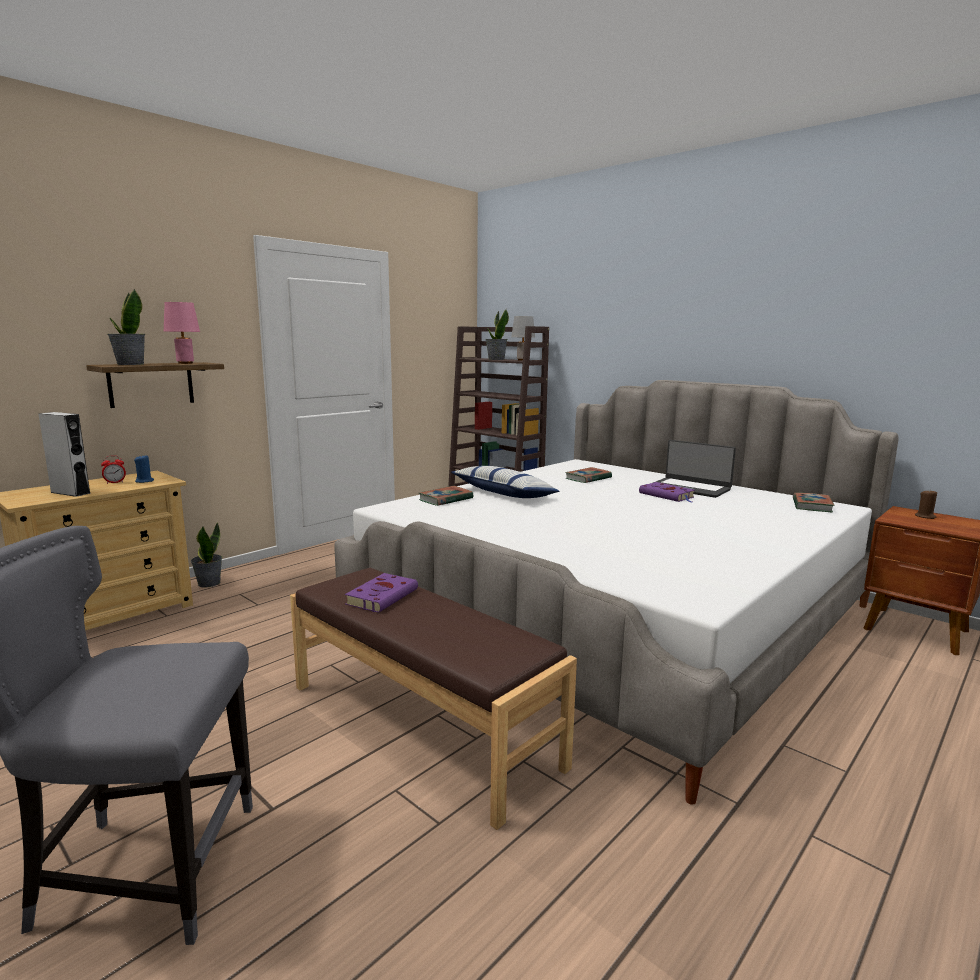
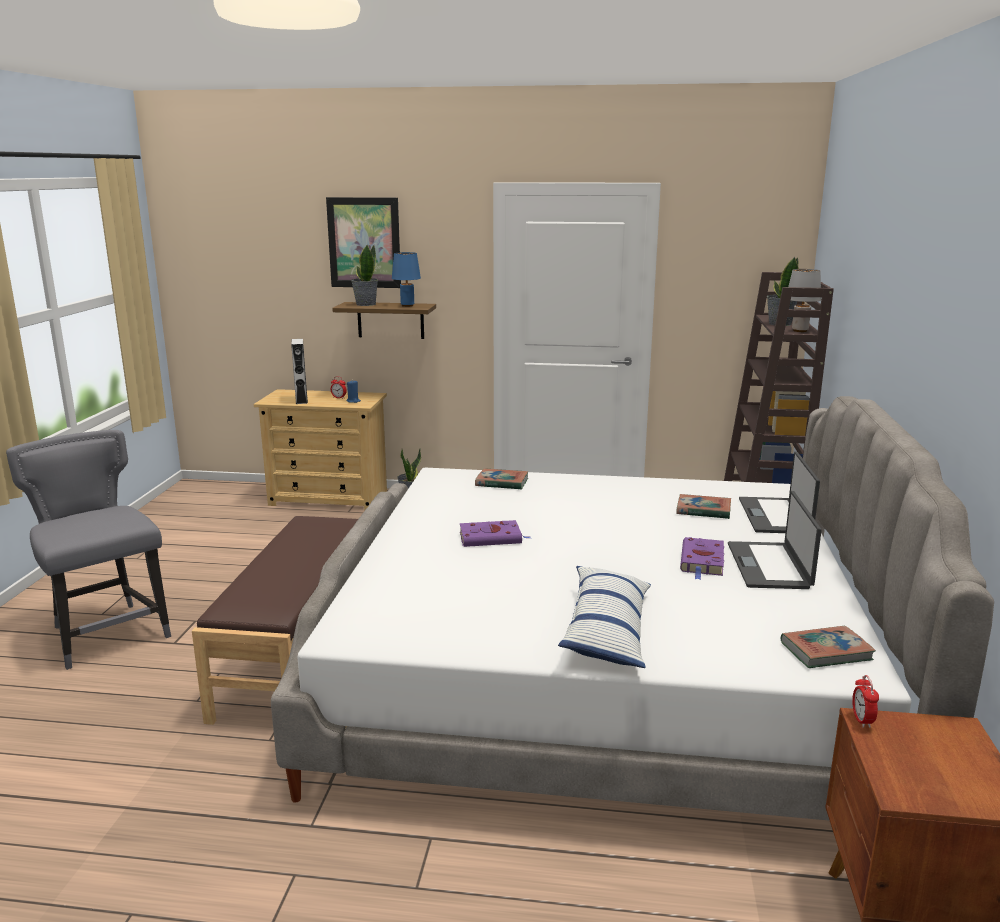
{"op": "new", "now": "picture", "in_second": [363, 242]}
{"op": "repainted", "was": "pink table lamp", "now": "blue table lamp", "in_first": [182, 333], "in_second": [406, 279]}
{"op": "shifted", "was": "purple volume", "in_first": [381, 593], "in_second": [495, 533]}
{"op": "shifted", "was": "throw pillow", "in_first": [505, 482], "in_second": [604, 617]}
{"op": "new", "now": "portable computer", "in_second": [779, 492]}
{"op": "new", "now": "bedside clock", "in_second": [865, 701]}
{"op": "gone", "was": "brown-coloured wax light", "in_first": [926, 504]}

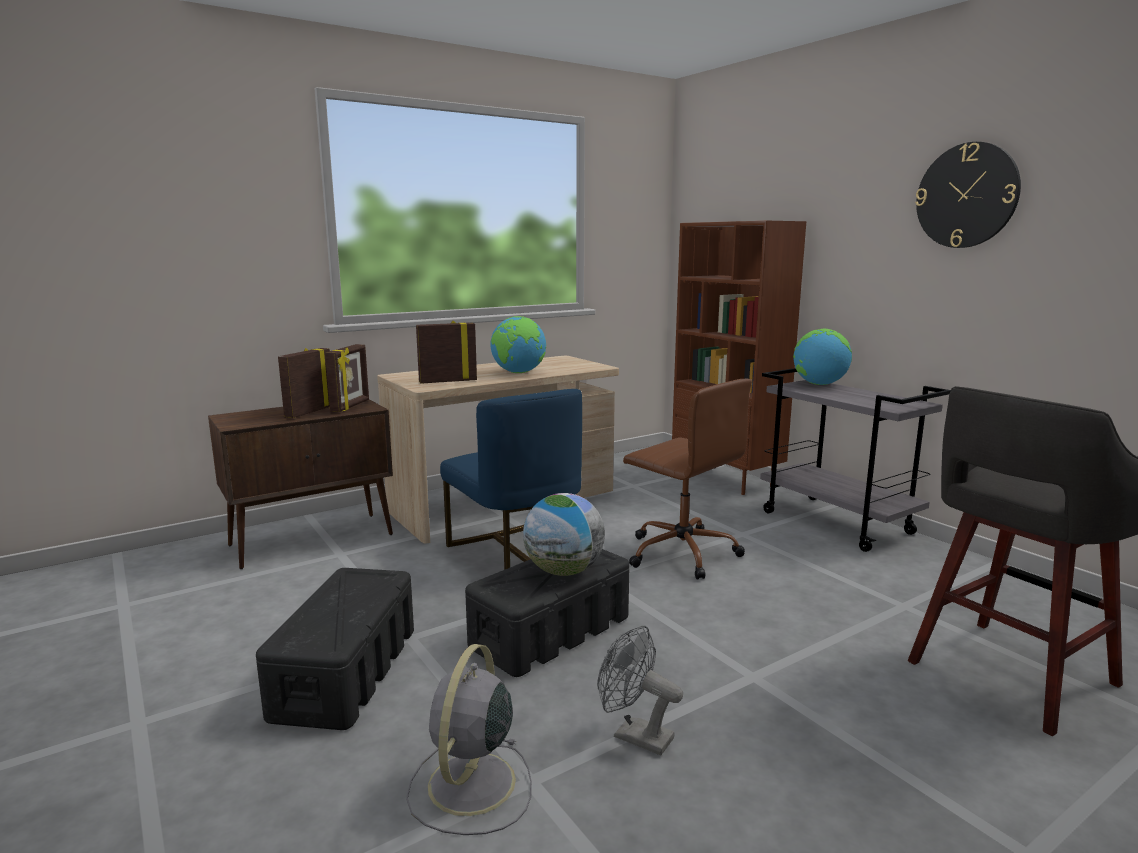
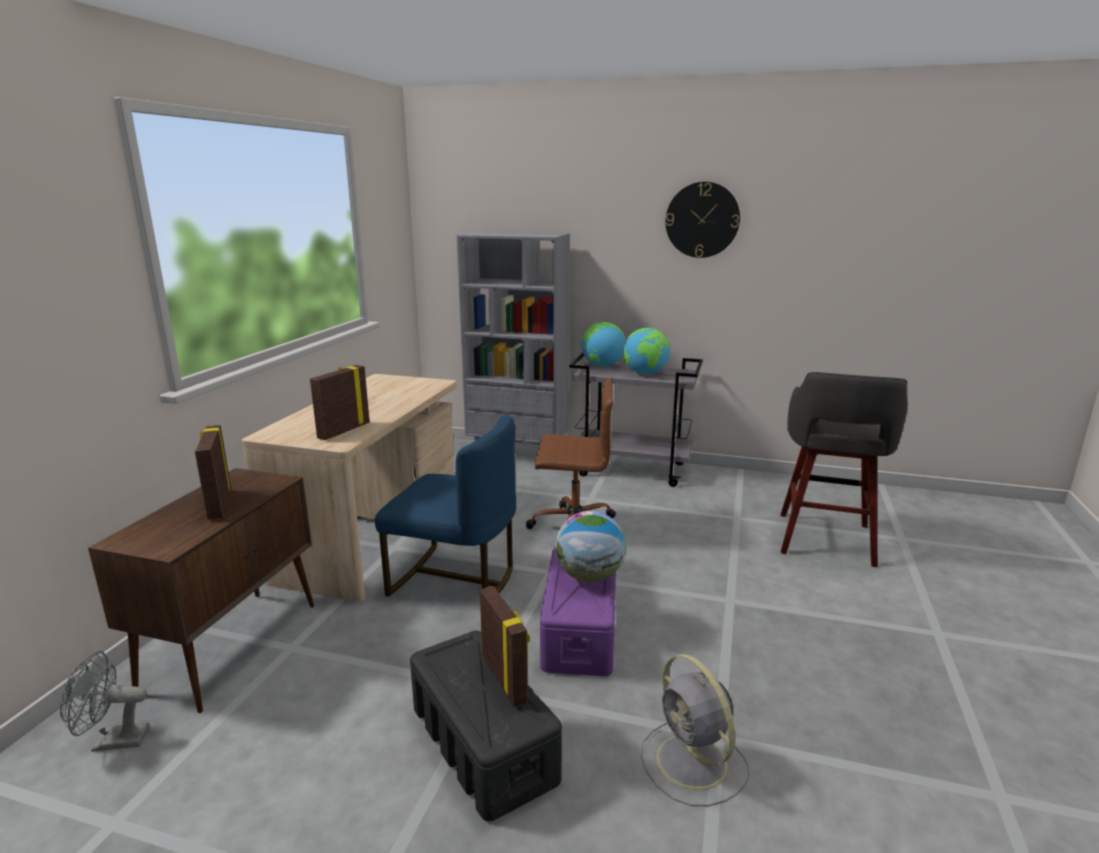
{"op": "shifted", "was": "gray cooling fan", "in_first": [640, 690], "in_second": [105, 701]}
{"op": "repainted", "was": "brown-coloured shelving unit", "now": "gray shelving unit", "in_first": [739, 358], "in_second": [513, 338]}
{"op": "shifted", "was": "photo frame", "in_first": [347, 378], "in_second": [505, 646]}
{"op": "repainted", "was": "black-coloured storage box", "now": "purple storage box", "in_first": [547, 613], "in_second": [578, 612]}
{"op": "shifted", "was": "globe", "in_first": [518, 344], "in_second": [646, 351]}

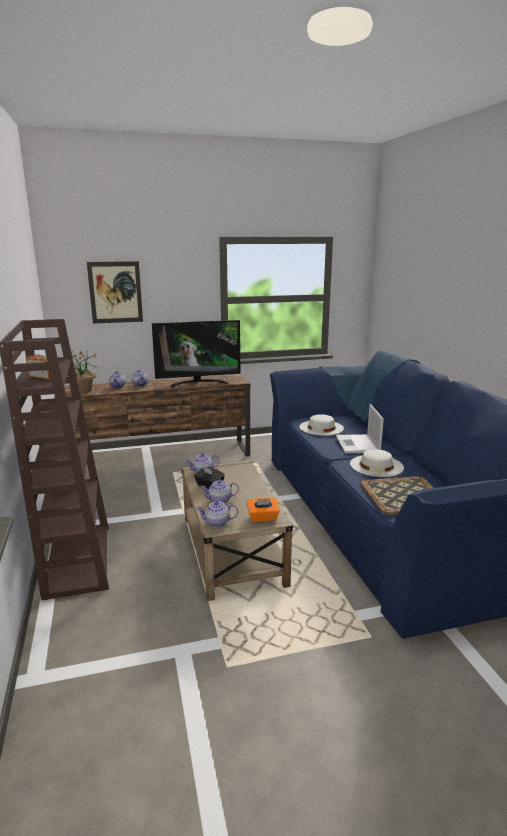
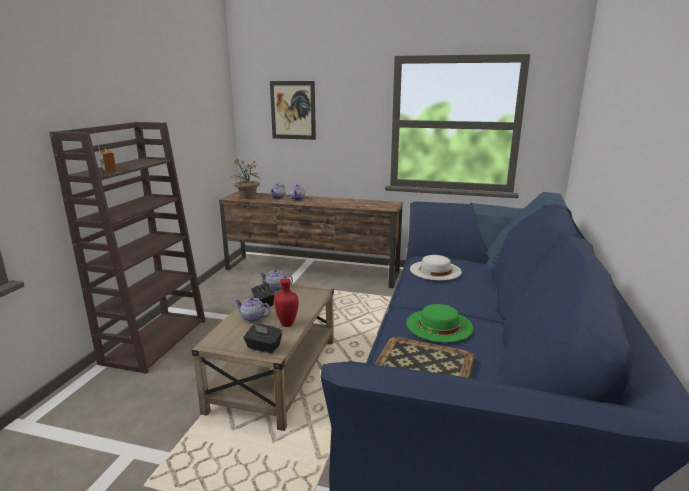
{"op": "repainted", "was": "orangey tissue holder", "now": "black-coloured tissue holder", "in_first": [263, 510], "in_second": [263, 338]}
{"op": "new", "now": "reddish decorative vase", "in_second": [286, 302]}
{"op": "repainted", "was": "white-coloured clothing hat", "now": "green-coloured clothing hat", "in_first": [377, 463], "in_second": [440, 323]}
{"op": "gone", "was": "TV set", "in_first": [196, 354]}
{"op": "gone", "was": "pot for tea", "in_first": [217, 513]}
{"op": "gone", "was": "portable computer", "in_first": [360, 428]}

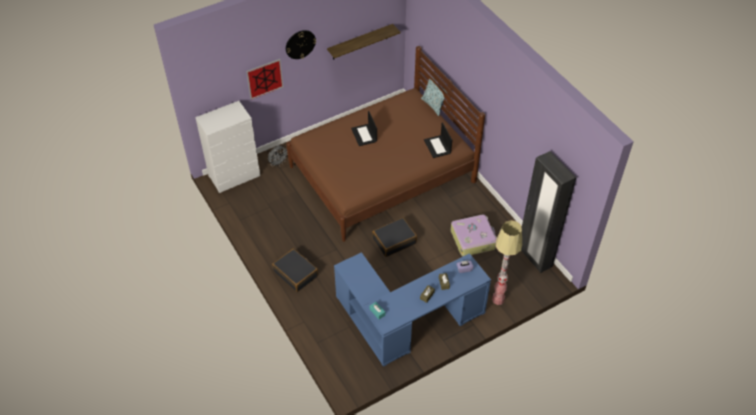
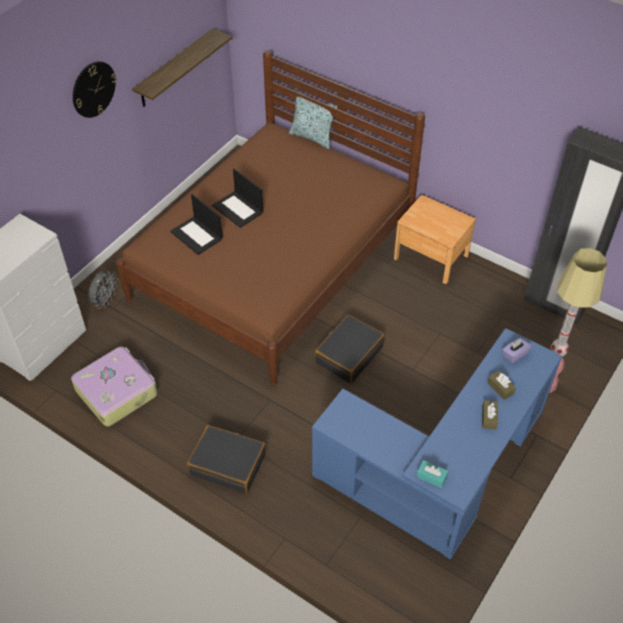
{"op": "shifted", "was": "piece of luggage", "in_first": [474, 235], "in_second": [114, 386]}
{"op": "shifted", "was": "portable computer", "in_first": [438, 140], "in_second": [196, 224]}
{"op": "new", "now": "brown-coloured night table", "in_second": [435, 239]}
{"op": "gone", "was": "picture", "in_first": [264, 79]}

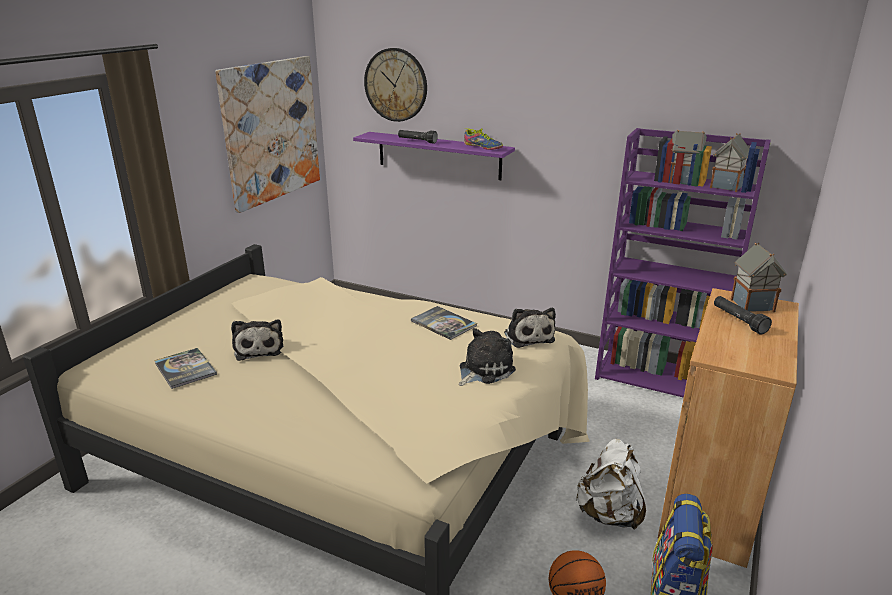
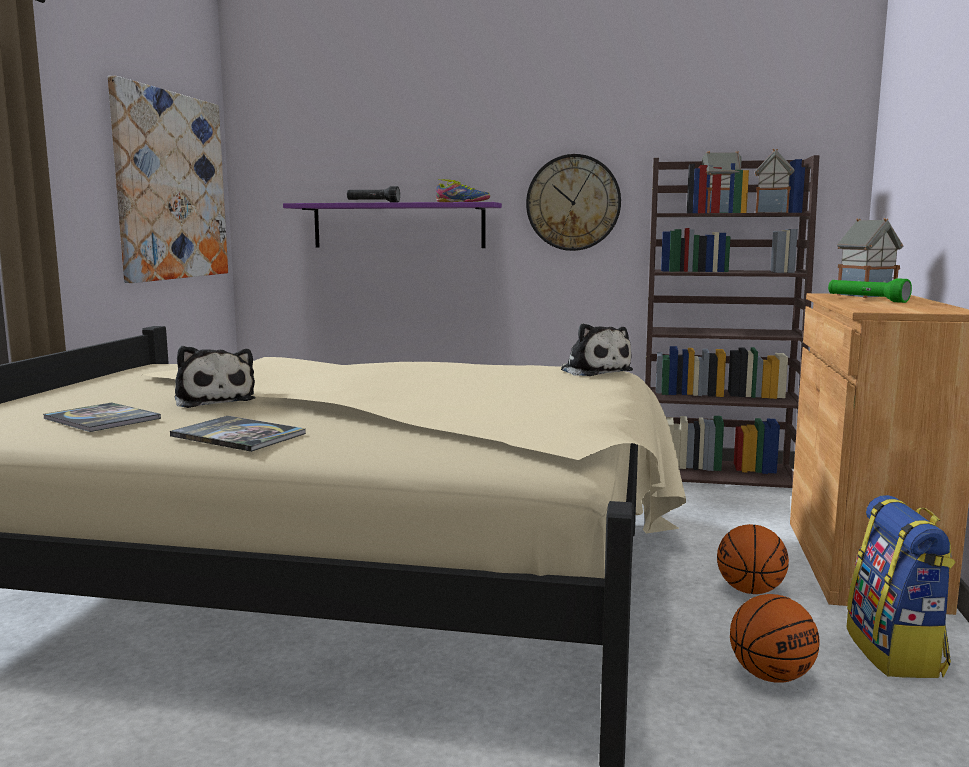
{"op": "shifted", "was": "volume", "in_first": [444, 323], "in_second": [238, 434]}
{"op": "shifted", "was": "clock on the wall", "in_first": [395, 85], "in_second": [573, 202]}
{"op": "repainted", "was": "purple shelving unit", "now": "brown-coloured shelving unit", "in_first": [683, 263], "in_second": [732, 321]}
{"op": "swapped", "was": "white-coloured knapsack", "now": "basketball", "in_first": [610, 484], "in_second": [753, 559]}
{"op": "repainted", "was": "black-coloured torch", "now": "green-coloured torch", "in_first": [743, 315], "in_second": [870, 290]}
{"op": "gone", "was": "cuddly toy", "in_first": [487, 357]}

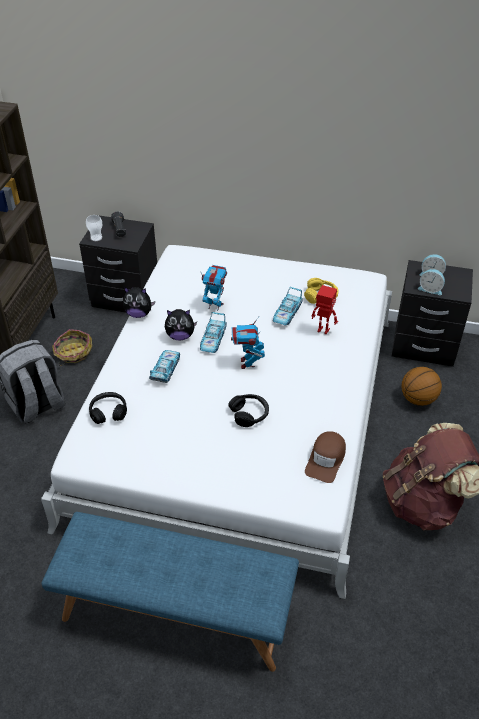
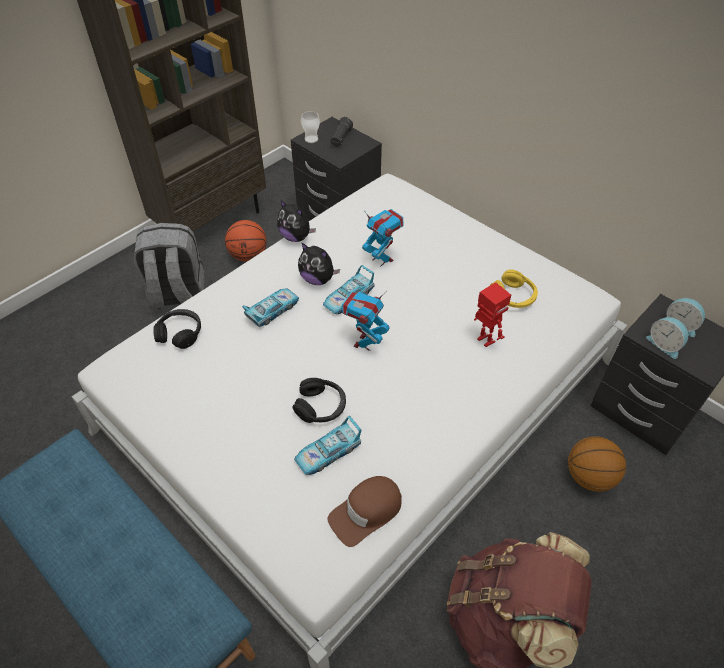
{"op": "swapped", "was": "basket", "now": "basketball", "in_first": [72, 347], "in_second": [246, 240]}
{"op": "shifted", "was": "model car", "in_first": [288, 306], "in_second": [327, 445]}

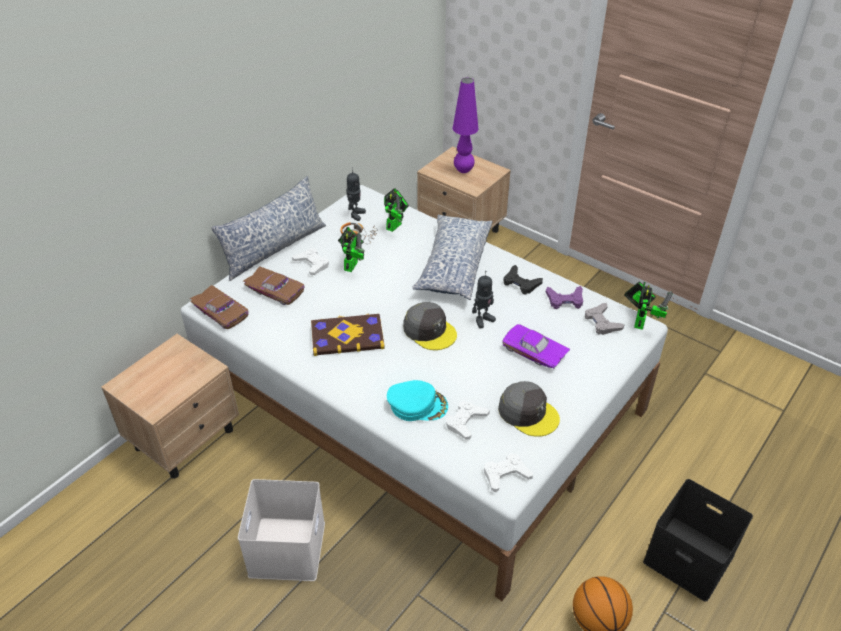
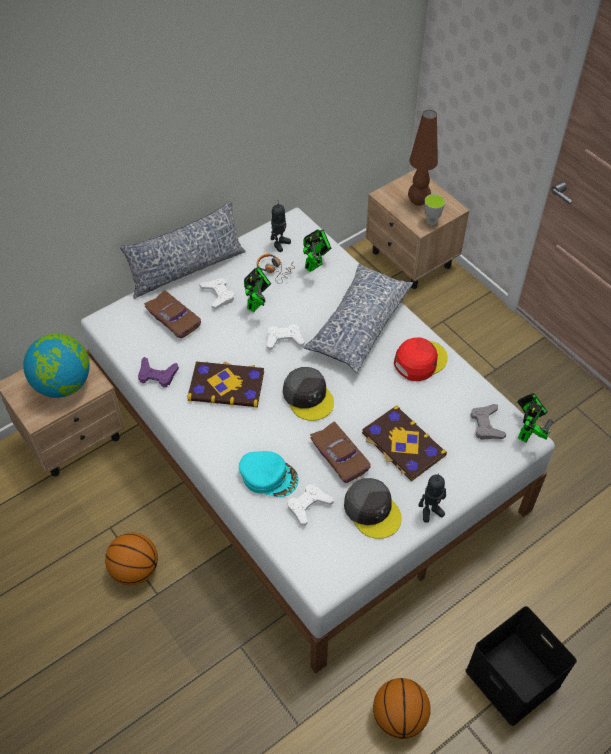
{"op": "new", "now": "globe", "in_second": [56, 366]}
{"op": "swapped", "was": "white-coloured storage box", "now": "basketball", "in_first": [281, 530], "in_second": [131, 559]}
{"op": "shifted", "was": "purple joypad", "in_first": [564, 297], "in_second": [158, 372]}
{"op": "shifted", "was": "white-coloured joypad", "in_first": [508, 473], "in_second": [286, 337]}
{"op": "shifted", "was": "brown-coloured model car", "in_first": [219, 307], "in_second": [340, 452]}
{"op": "swapped", "was": "purple model car", "now": "volume", "in_first": [536, 346], "in_second": [404, 443]}
{"op": "swapped", "was": "black-coloured joypad", "now": "reddish baseball cap", "in_first": [523, 280], "in_second": [421, 359]}
{"op": "repainted", "was": "purple table lamp", "now": "brown-coloured table lamp", "in_first": [466, 125], "in_second": [423, 158]}
{"op": "shifted", "was": "robot figure", "in_first": [484, 299], "in_second": [432, 498]}
{"op": "new", "now": "drinking cup", "in_second": [434, 209]}

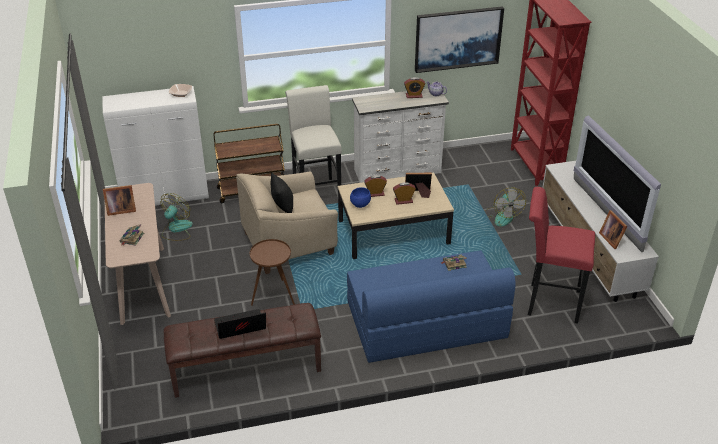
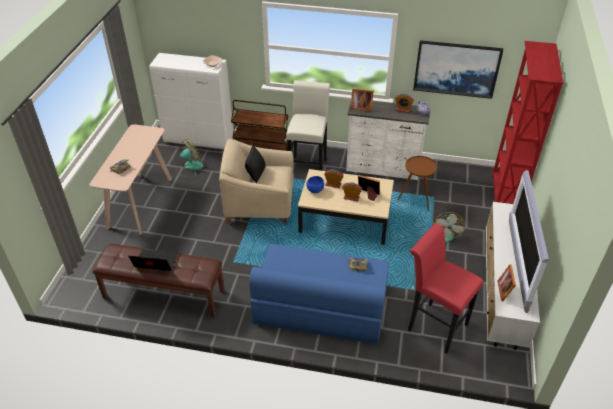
{"op": "shifted", "was": "photo frame", "in_first": [119, 200], "in_second": [362, 99]}
{"op": "shifted", "was": "brown-coloured end table", "in_first": [272, 272], "in_second": [417, 183]}

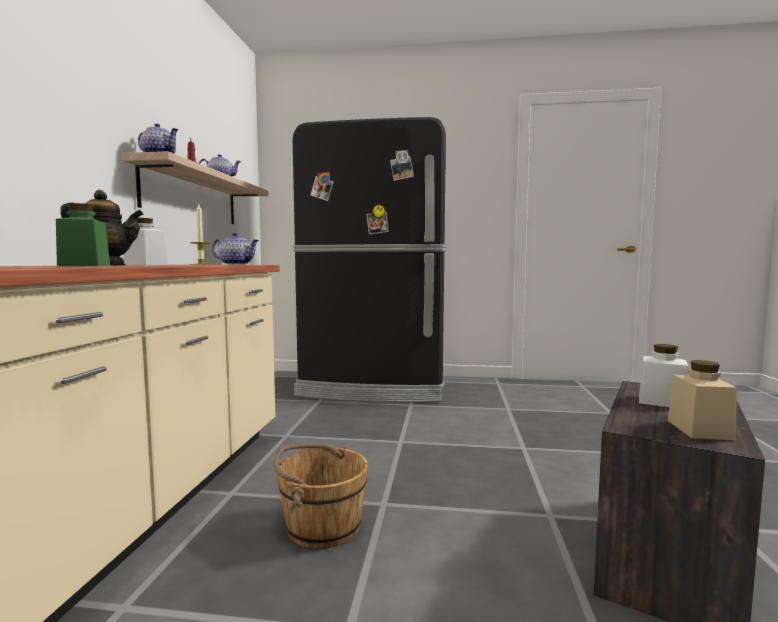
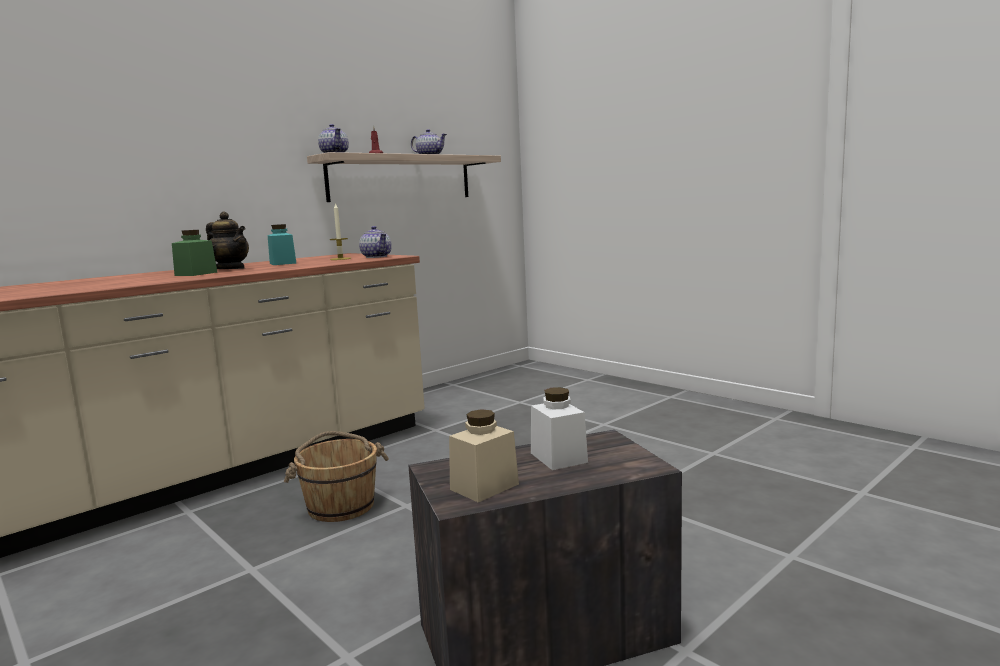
{"op": "repainted", "was": "white-coloured preserve jar", "now": "turquoise-coloured preserve jar", "in_first": [146, 241], "in_second": [282, 244]}
{"op": "gone", "was": "black-coloured fridge", "in_first": [369, 259]}

